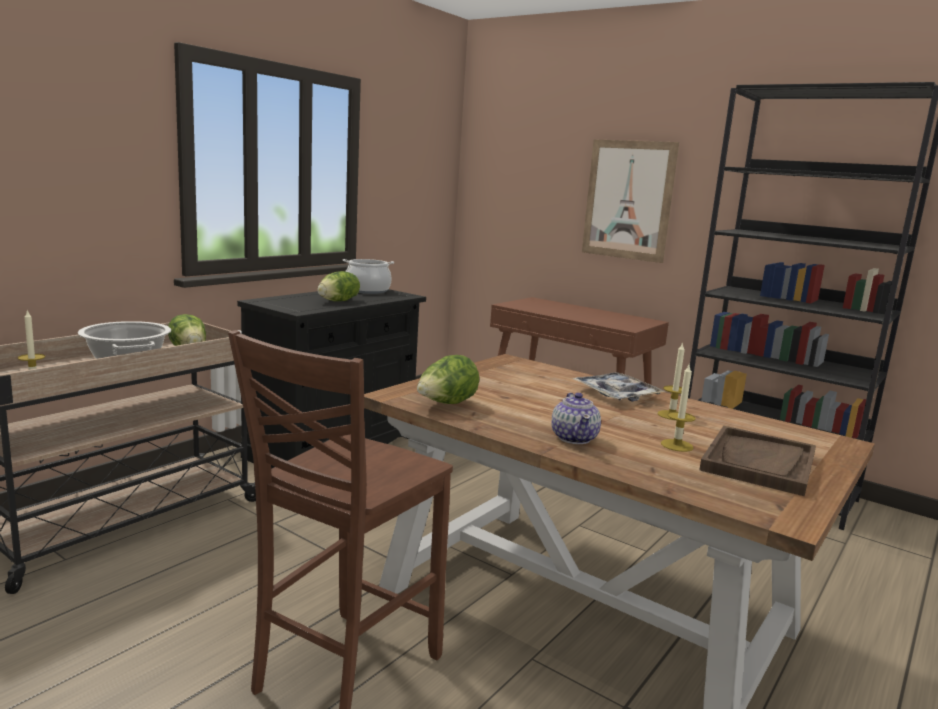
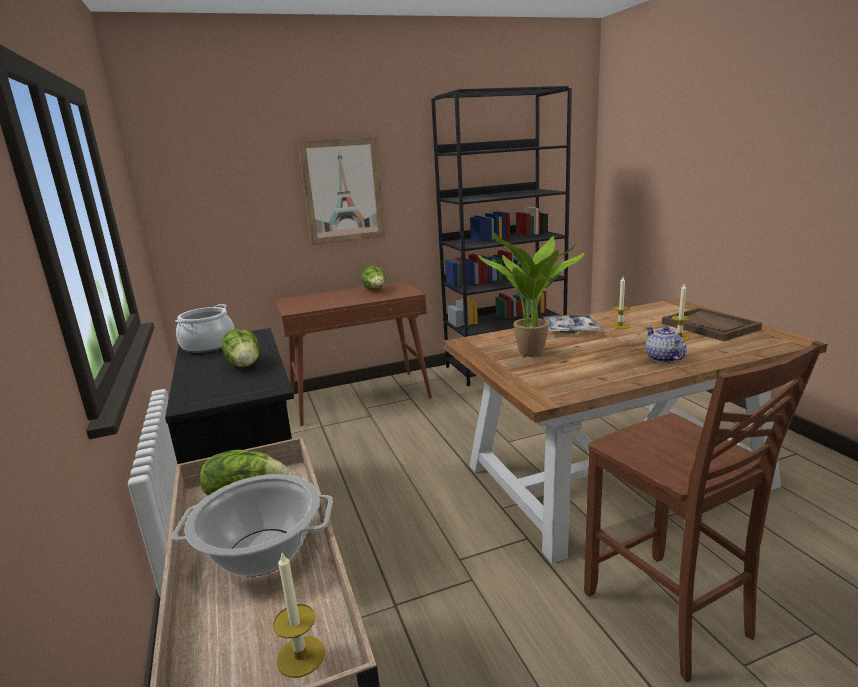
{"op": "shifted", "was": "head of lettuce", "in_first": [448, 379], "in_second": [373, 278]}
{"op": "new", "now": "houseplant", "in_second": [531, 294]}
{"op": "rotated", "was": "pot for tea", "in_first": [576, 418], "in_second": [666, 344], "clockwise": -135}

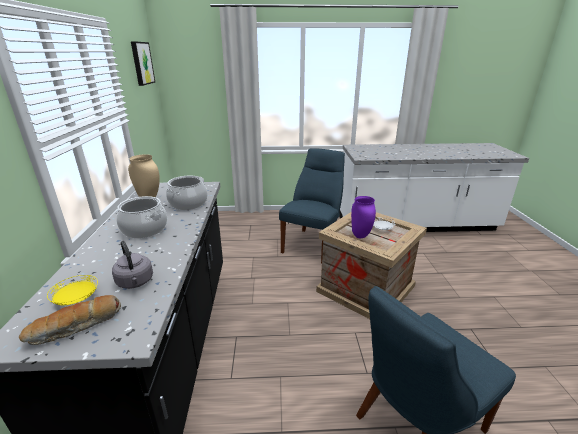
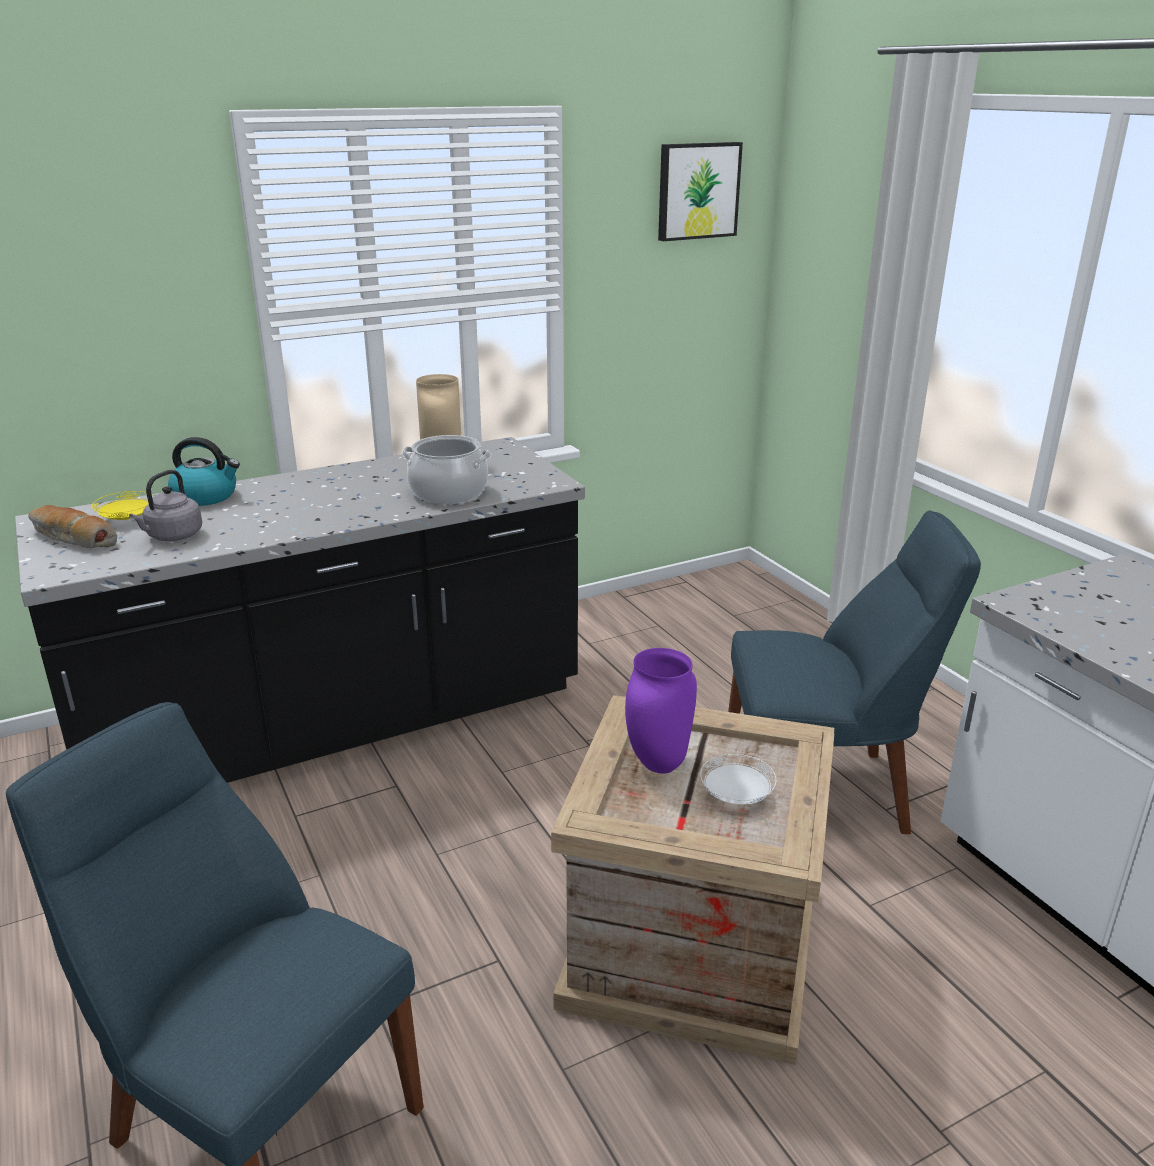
{"op": "new", "now": "kettle", "in_second": [204, 471]}
{"op": "gone", "was": "saucepot", "in_first": [142, 217]}

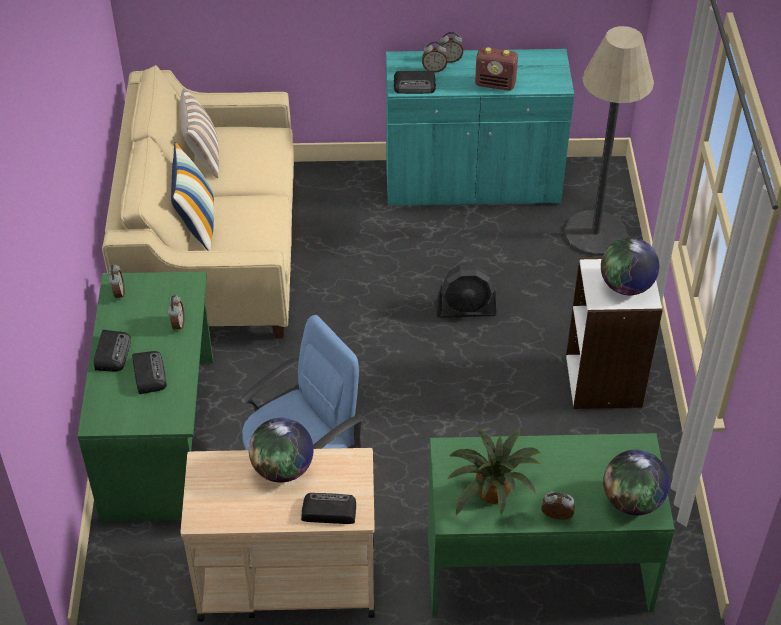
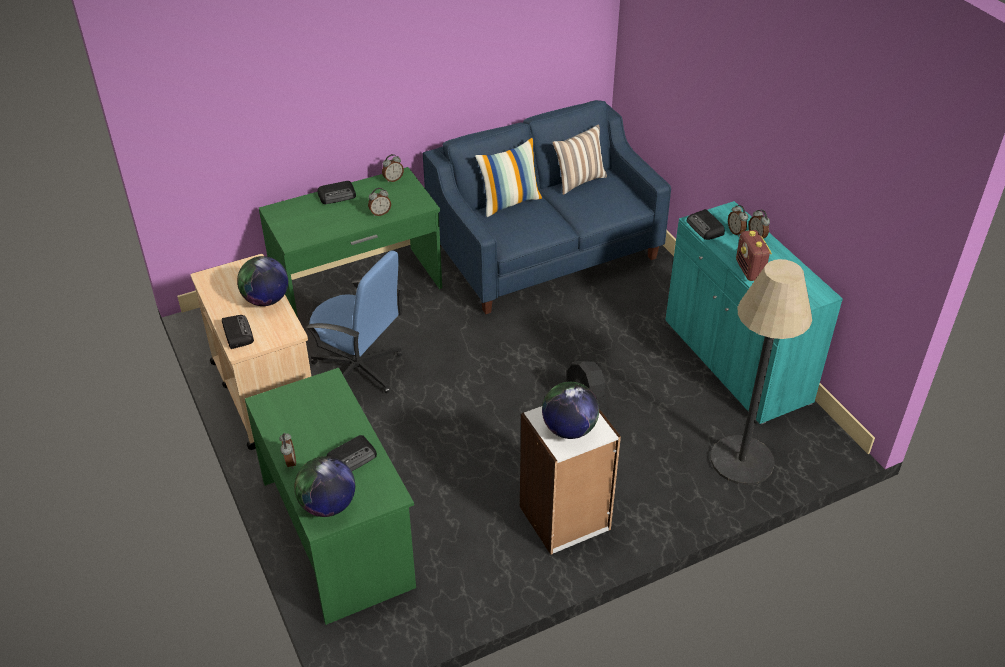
{"op": "shifted", "was": "radio", "in_first": [149, 372], "in_second": [351, 453]}
{"op": "repainted", "was": "beige-coloured couch", "now": "blue couch", "in_first": [198, 202], "in_second": [547, 207]}
{"op": "gone", "was": "houseplant", "in_first": [494, 472]}

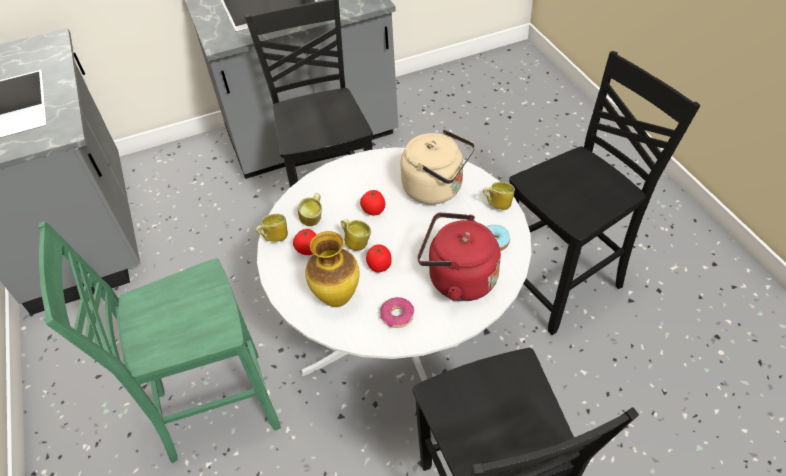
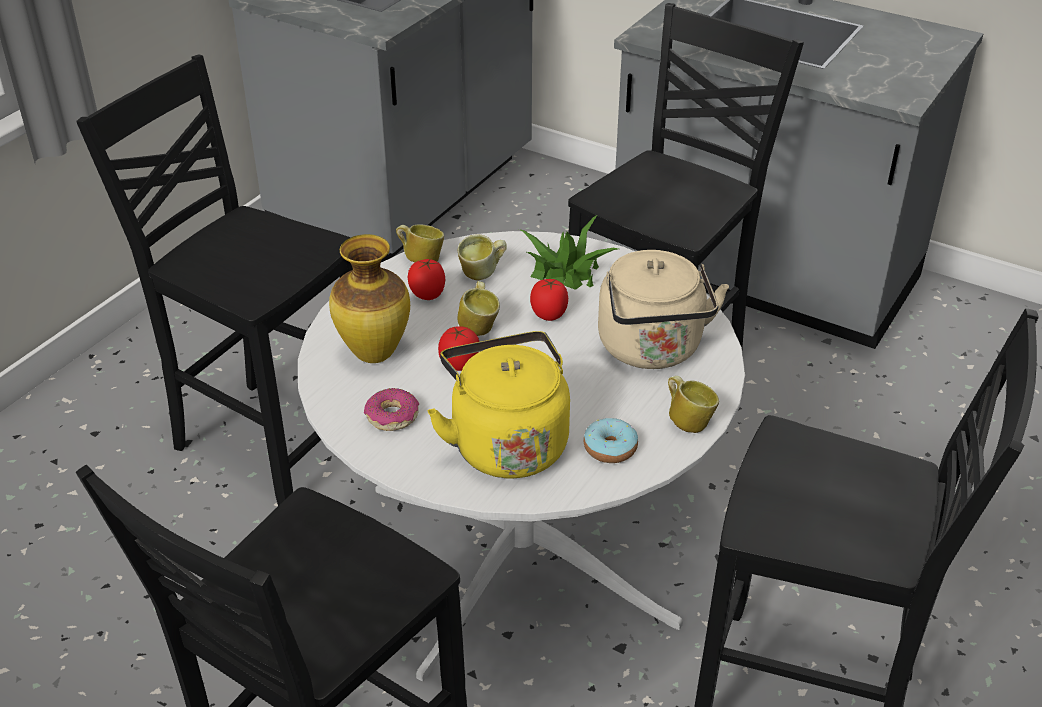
{"op": "repainted", "was": "green-coloured plain chair", "now": "black-coloured plain chair", "in_first": [159, 342], "in_second": [214, 280]}
{"op": "repainted", "was": "reddish kettle", "now": "yellowish kettle", "in_first": [459, 256], "in_second": [498, 404]}
{"op": "new", "now": "houseplant", "in_second": [568, 252]}

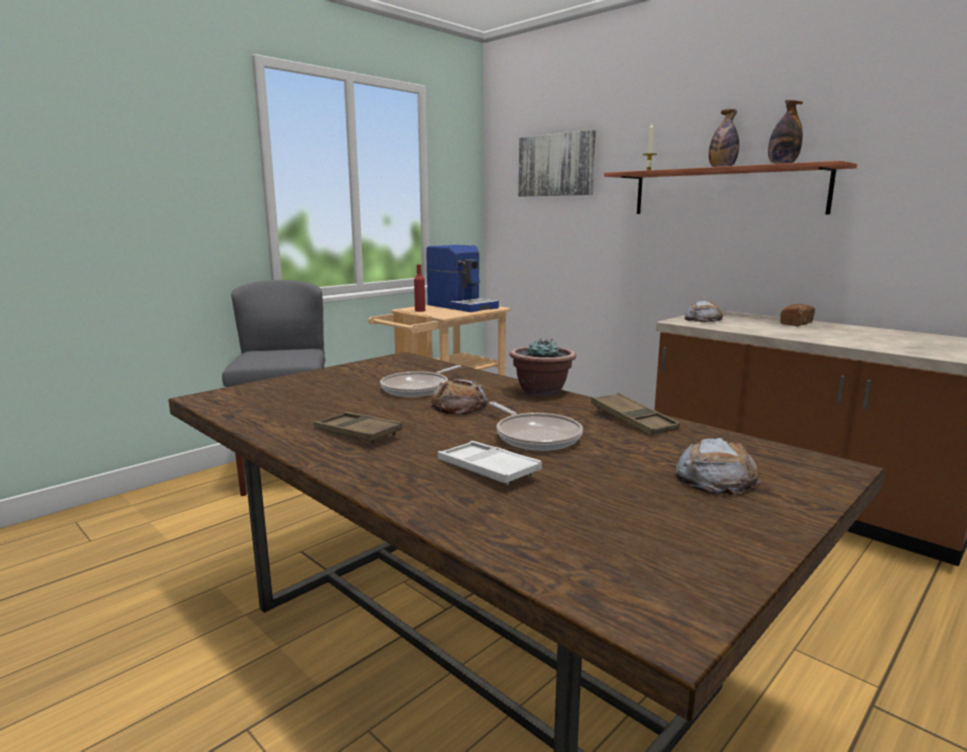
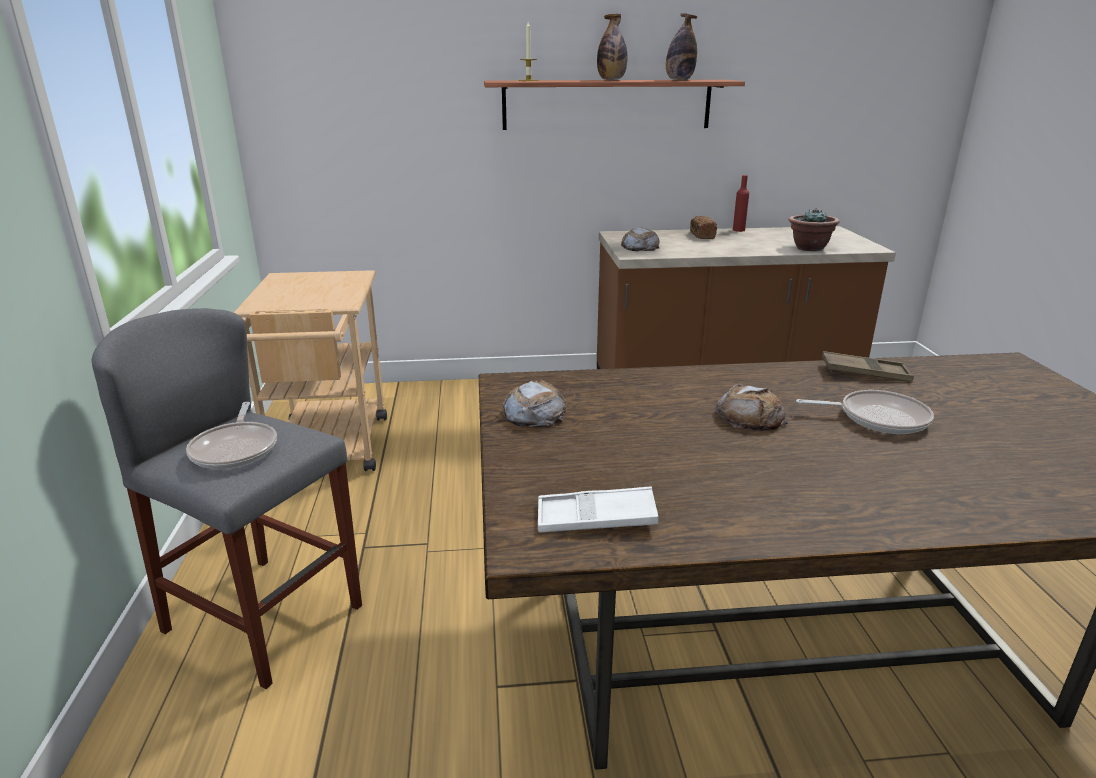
{"op": "shifted", "was": "skillet", "in_first": [421, 381], "in_second": [231, 435]}
{"op": "shifted", "was": "baked bread", "in_first": [718, 466], "in_second": [534, 403]}
{"op": "shifted", "was": "white-coloured carrying tray", "in_first": [490, 463], "in_second": [598, 509]}
{"op": "shifted", "was": "reddish beverage bottle", "in_first": [419, 288], "in_second": [741, 203]}
{"op": "shifted", "was": "houseplant", "in_first": [542, 367], "in_second": [814, 229]}
{"op": "gone", "was": "brown-coloured carrying tray", "in_first": [358, 427]}
{"op": "gone", "was": "coffee maker", "in_first": [462, 278]}
{"op": "gone", "was": "picture", "in_first": [557, 163]}

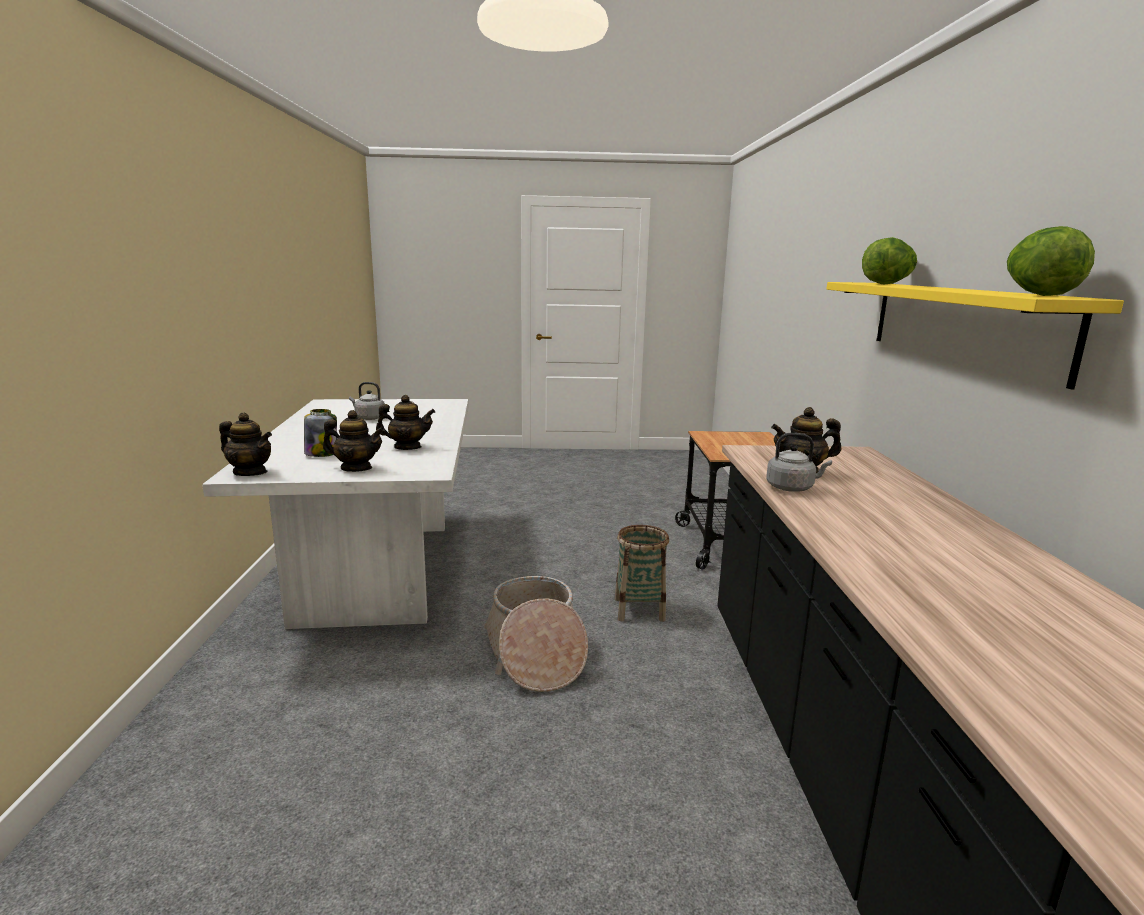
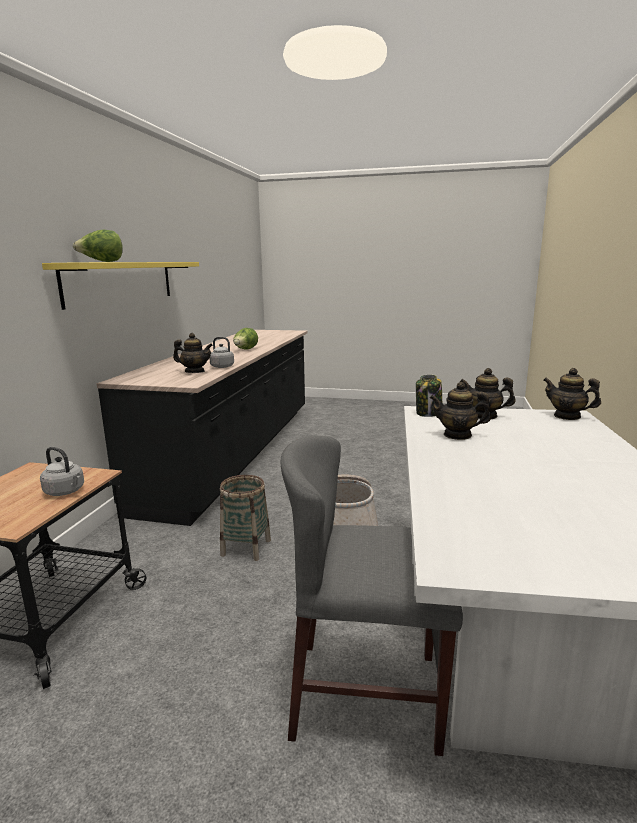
{"op": "shifted", "was": "gray kettle", "in_first": [367, 401], "in_second": [62, 471]}
{"op": "shifted", "was": "head of lettuce", "in_first": [1051, 261], "in_second": [245, 339]}
{"op": "new", "now": "gray plain chair", "in_second": [372, 596]}
{"op": "shifted", "was": "preserve jar", "in_first": [320, 433], "in_second": [429, 396]}

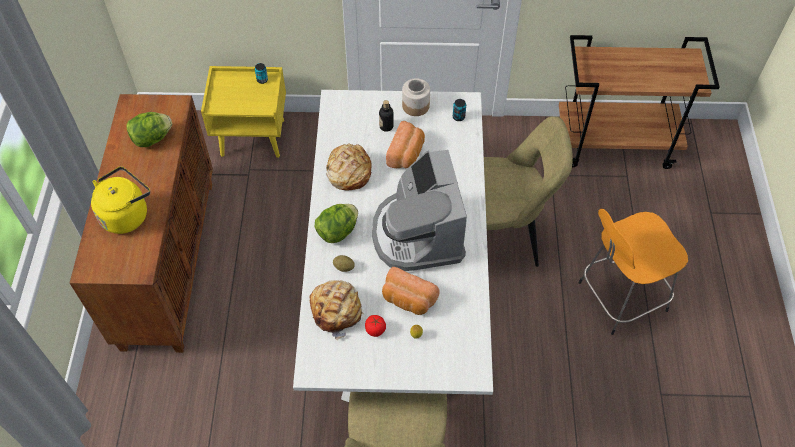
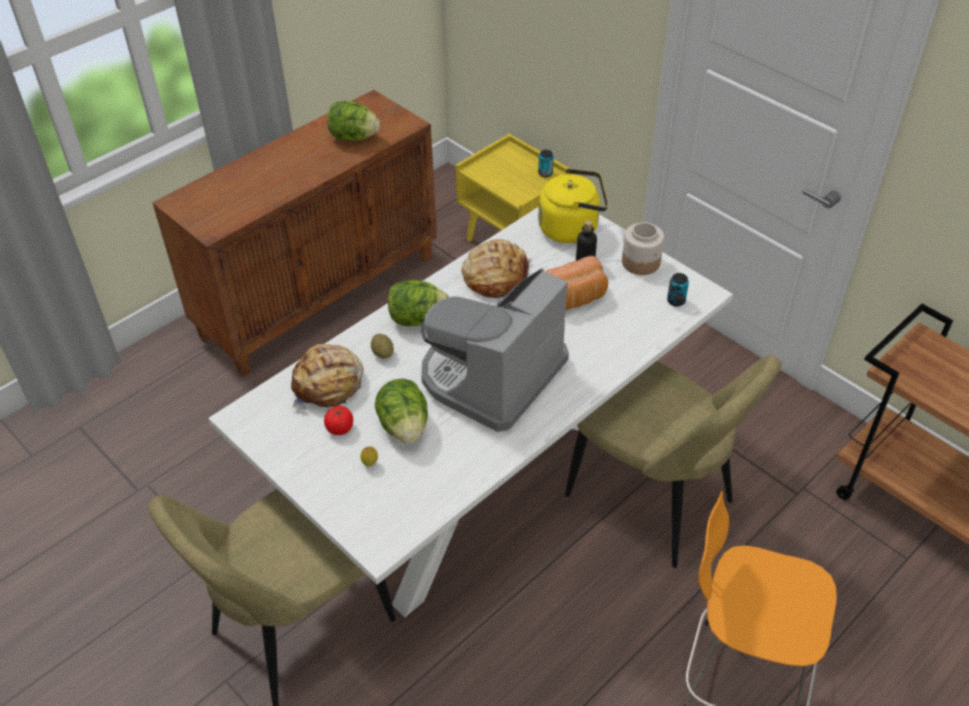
{"op": "swapped", "was": "baked bread", "now": "head of lettuce", "in_first": [411, 291], "in_second": [401, 411]}
{"op": "shifted", "was": "yellowish kettle", "in_first": [120, 200], "in_second": [573, 205]}

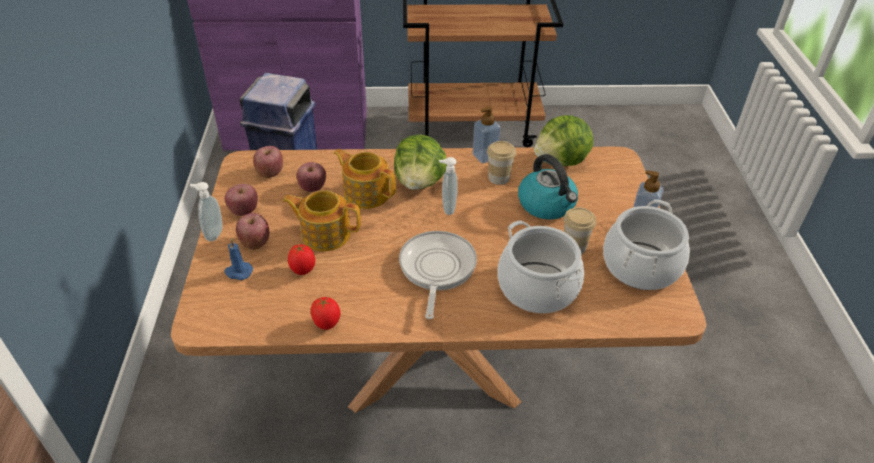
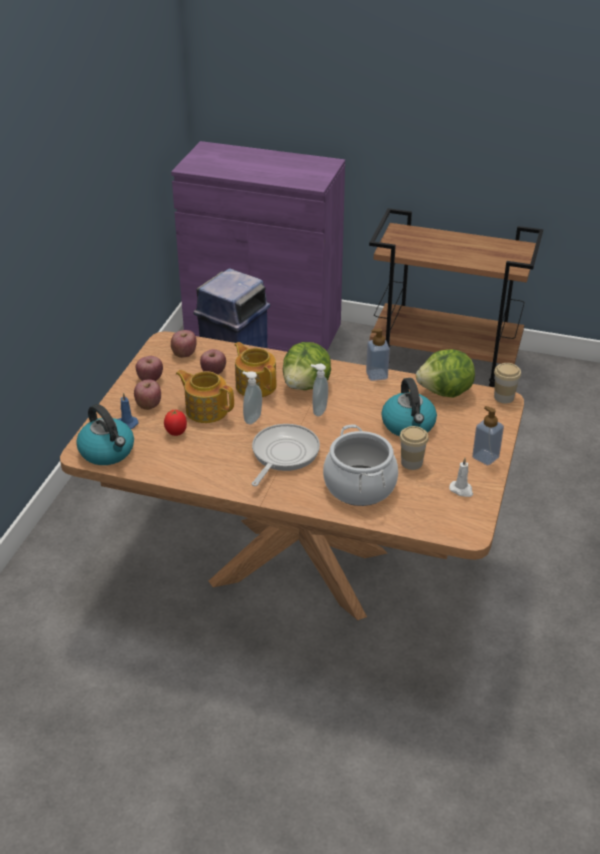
{"op": "new", "now": "kettle", "in_second": [105, 434]}
{"op": "shifted", "was": "liquid soap bottle", "in_first": [206, 212], "in_second": [252, 397]}
{"op": "swapped", "was": "saucepot", "now": "white-coloured wax light", "in_first": [646, 245], "in_second": [461, 477]}
{"op": "shifted", "was": "drinking cup", "in_first": [501, 163], "in_second": [507, 383]}
{"op": "gone", "was": "tomato", "in_first": [326, 313]}

